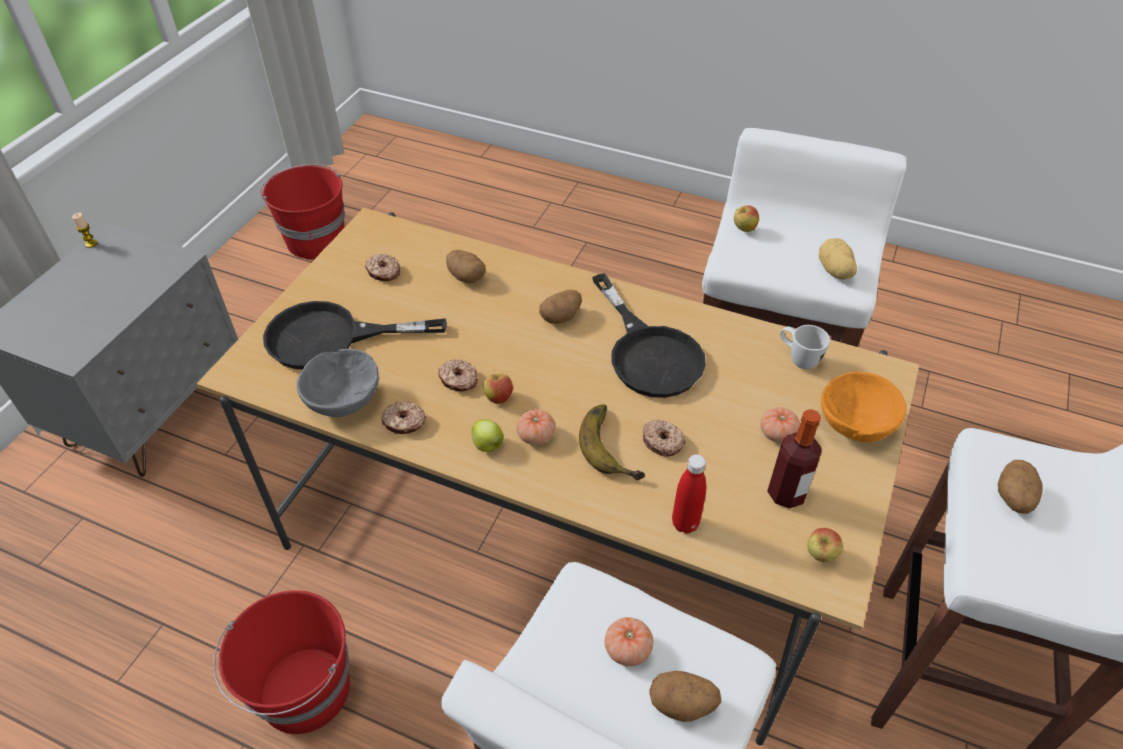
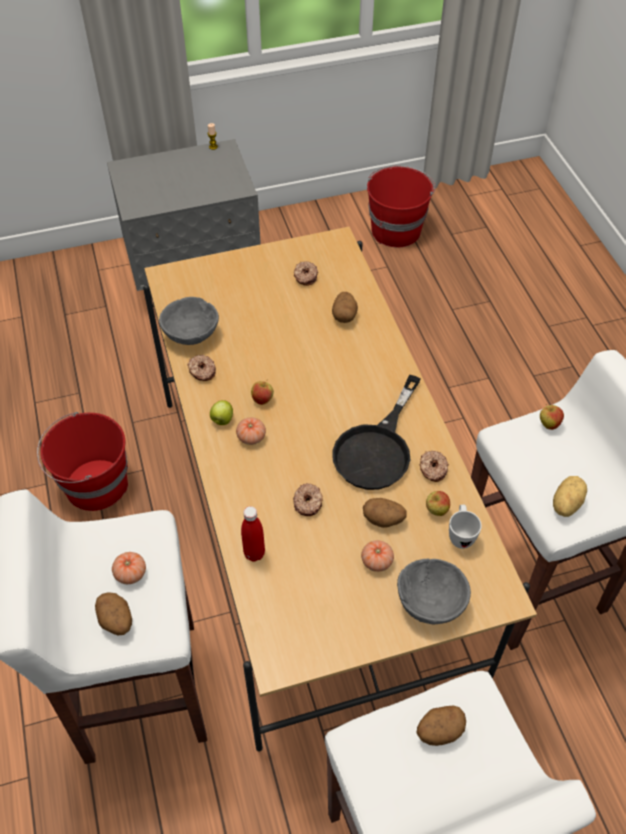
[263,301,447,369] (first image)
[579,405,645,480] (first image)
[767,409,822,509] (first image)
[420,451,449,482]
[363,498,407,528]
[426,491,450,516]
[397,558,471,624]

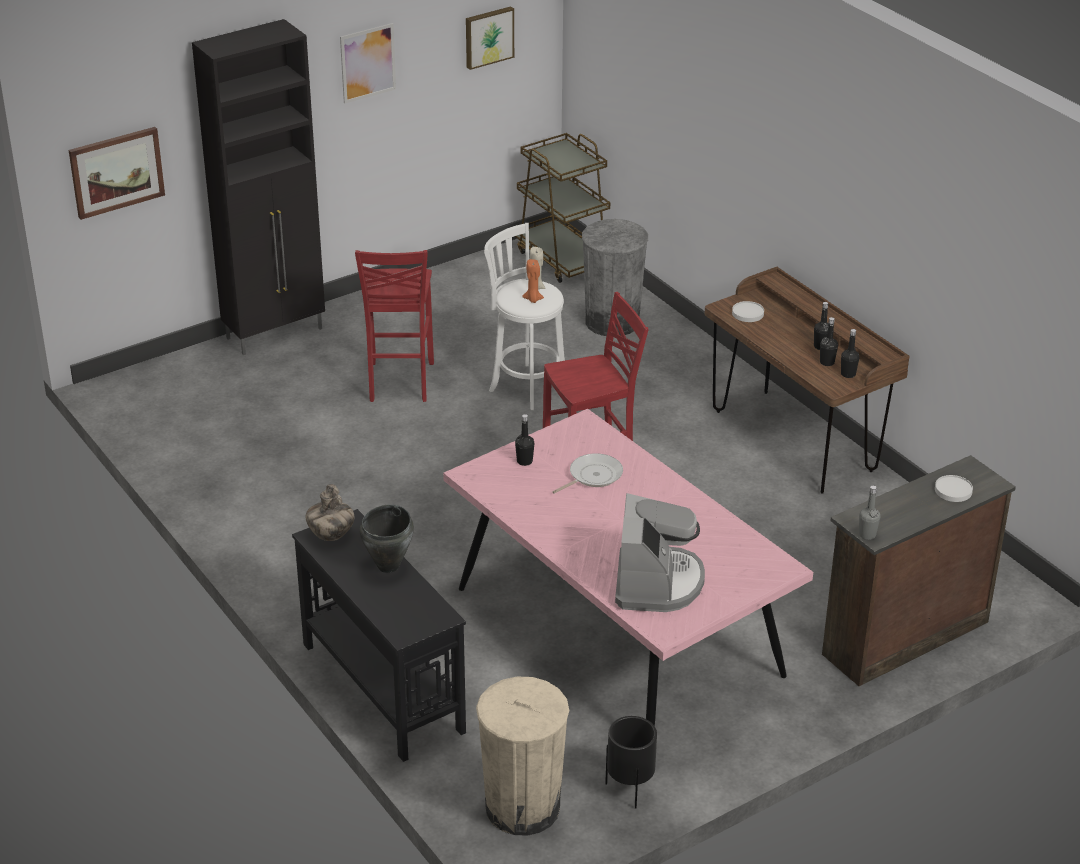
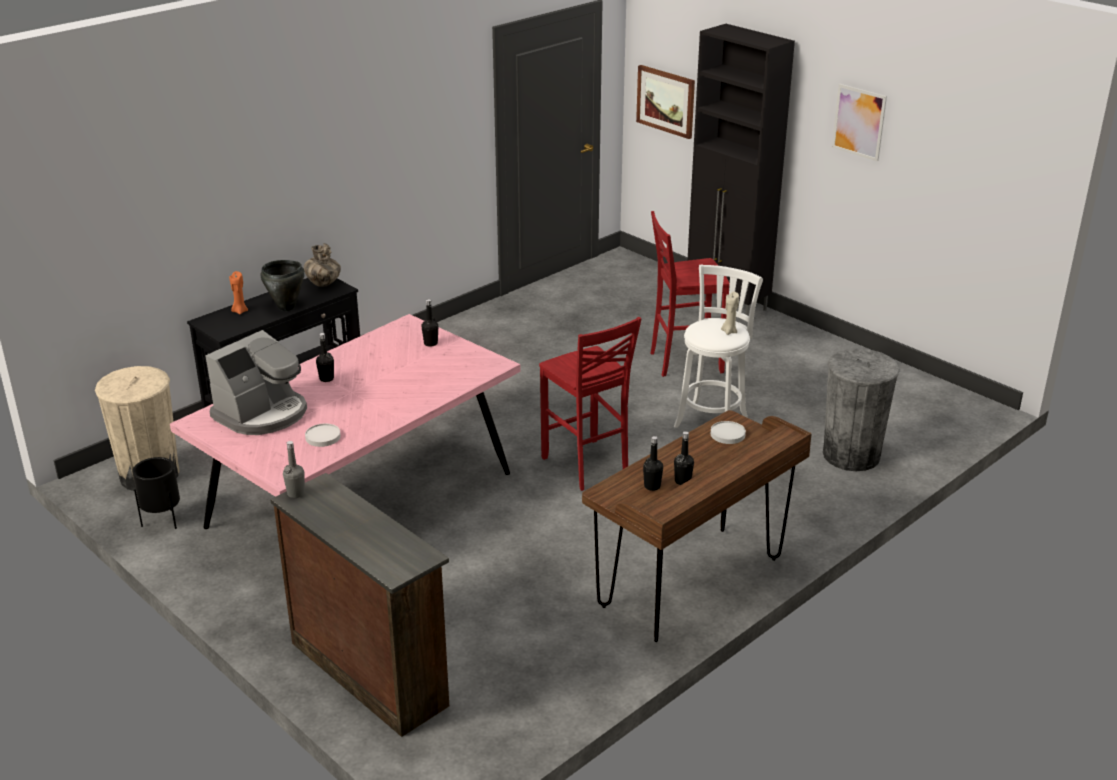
[466,6,514,70] (first image)
[515,133,610,283] (first image)
[552,453,623,494] (first image)
[229,271,248,314]
[316,333,334,382]
[305,424,341,447]
[205,330,307,435]

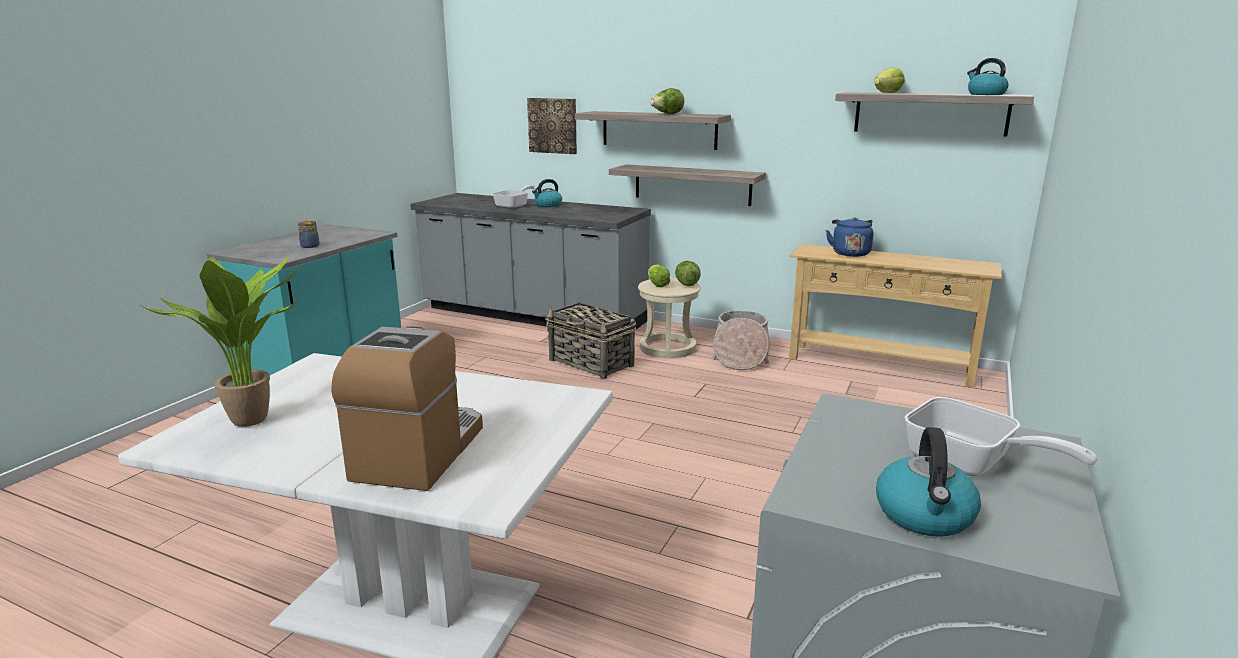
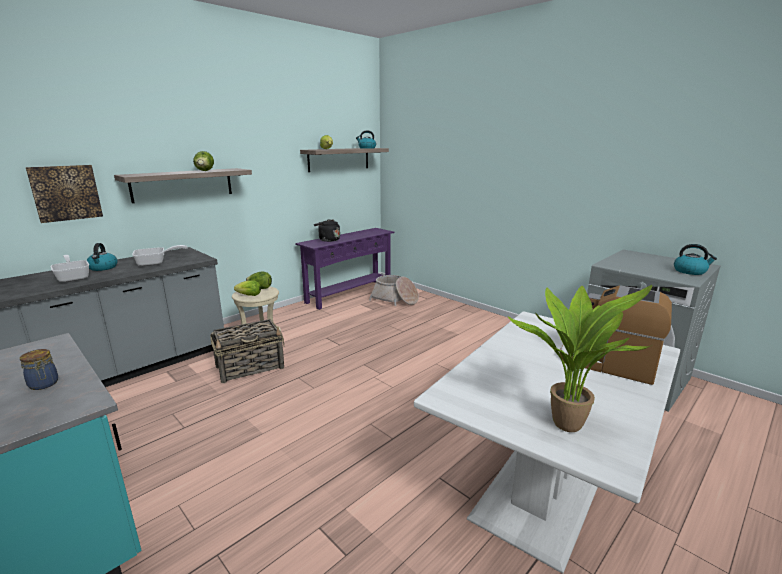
[609,165,766,206] (first image)
[369,275,419,306]
[132,245,187,266]
[295,228,395,310]
[314,219,340,242]

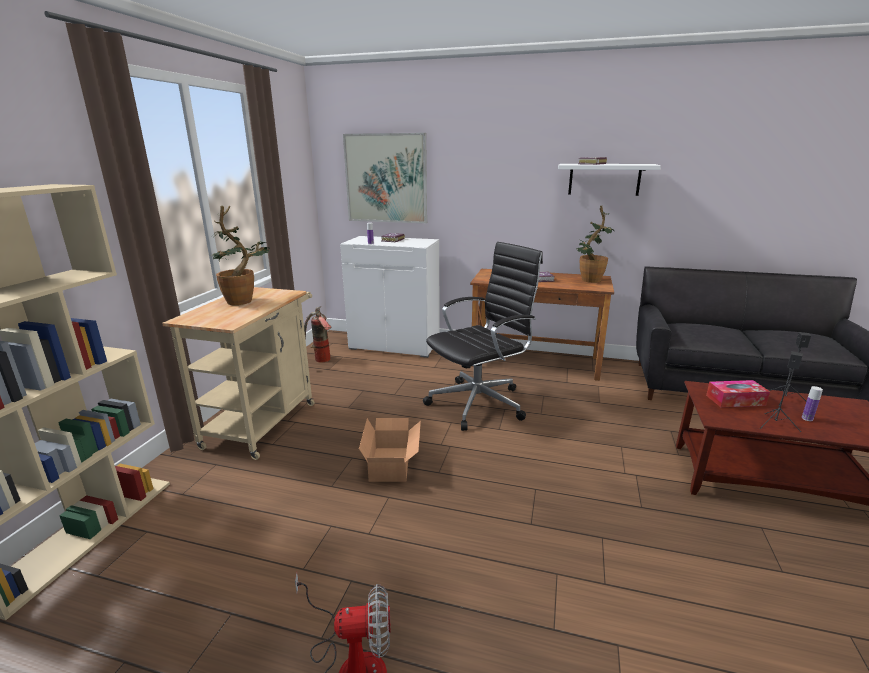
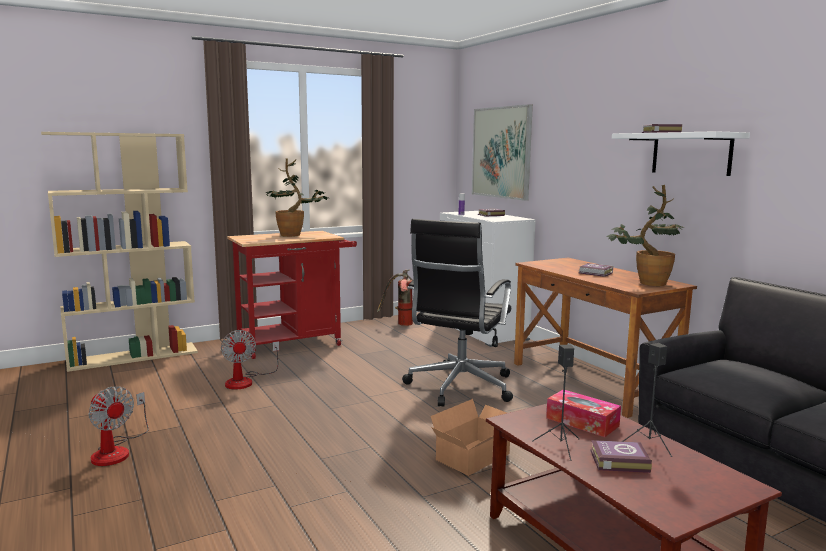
[221,330,279,390]
[431,399,510,476]
[590,440,652,473]
[227,231,357,359]
[402,219,513,407]

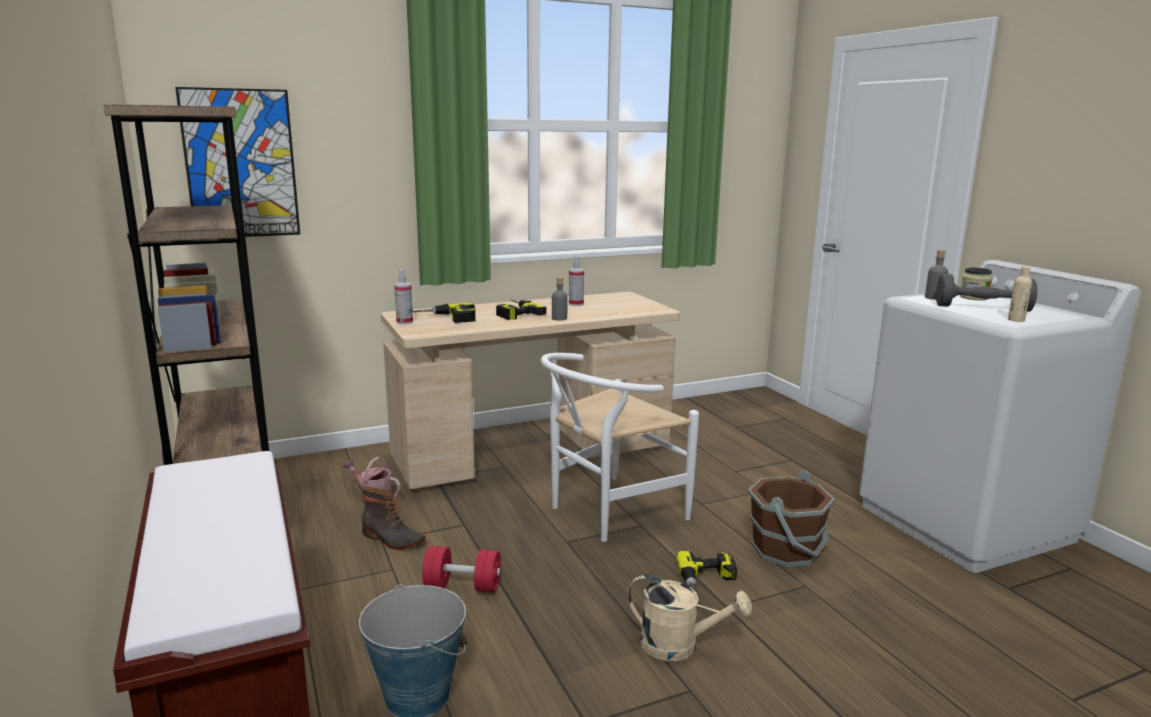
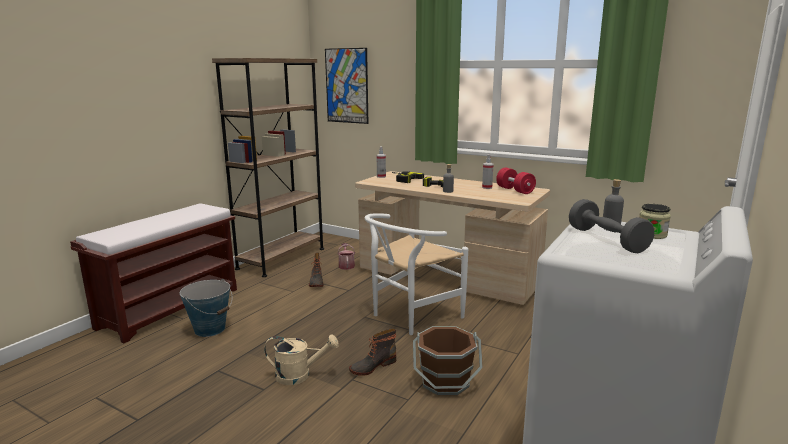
[1008,266,1032,322] (first image)
[496,168,536,194]
[349,328,396,376]
[365,213,468,335]
[264,334,339,385]

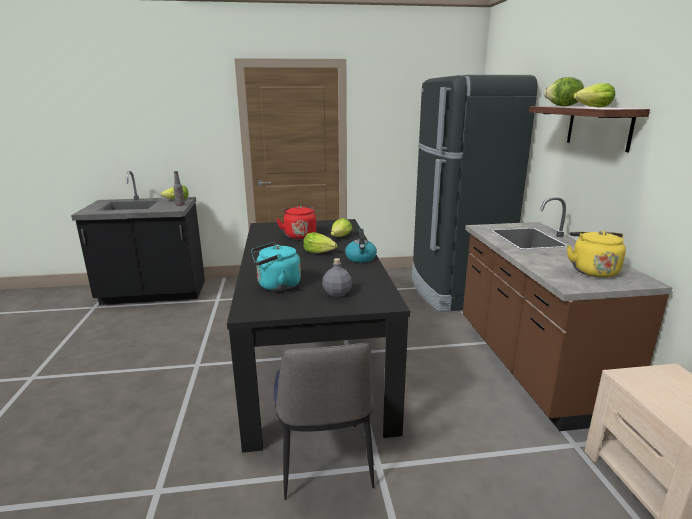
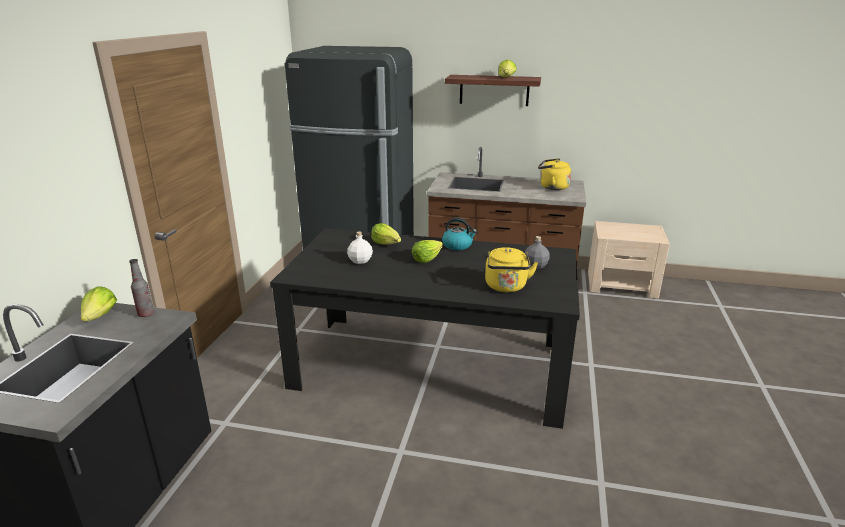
[274,343,374,500] (first image)
[544,77,584,106] (first image)
[347,231,373,264]
[485,247,538,292]

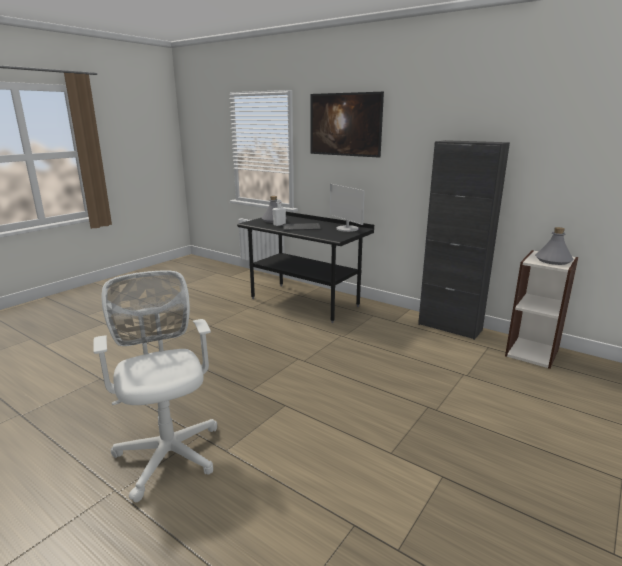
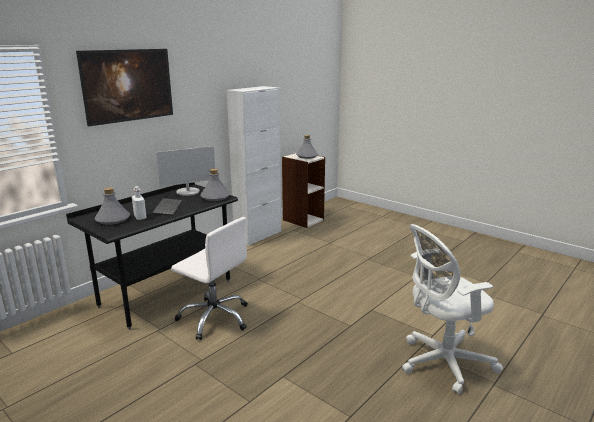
[171,217,248,340]
[200,169,230,201]
[227,86,281,246]

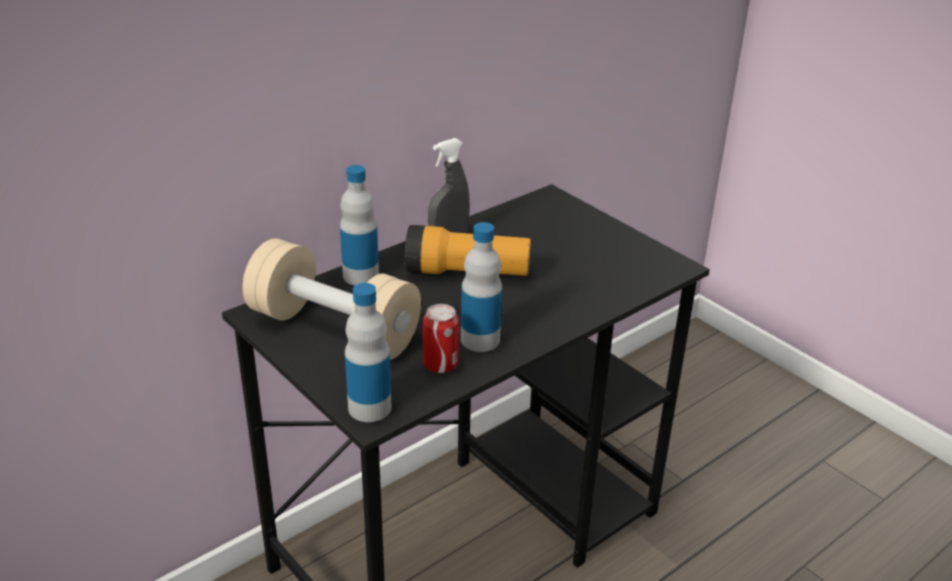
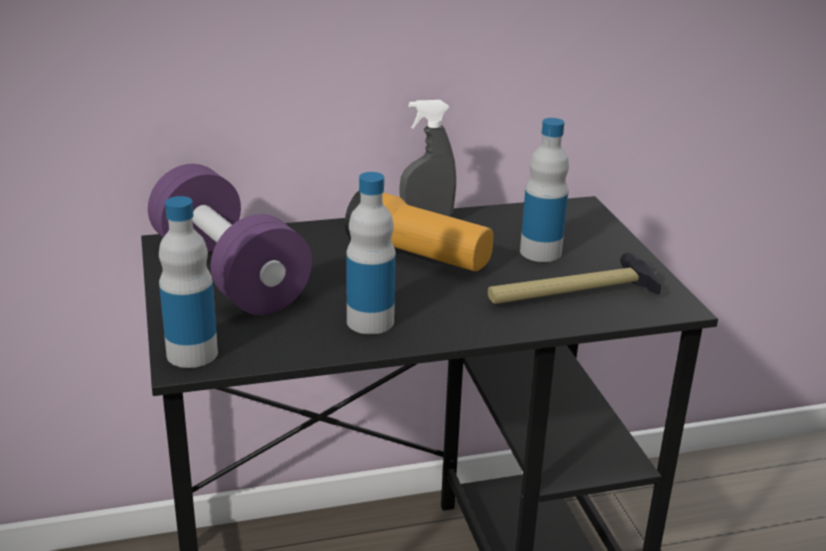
[423,304,459,373] (first image)
[487,252,662,304]
[520,118,569,262]
[148,164,312,315]

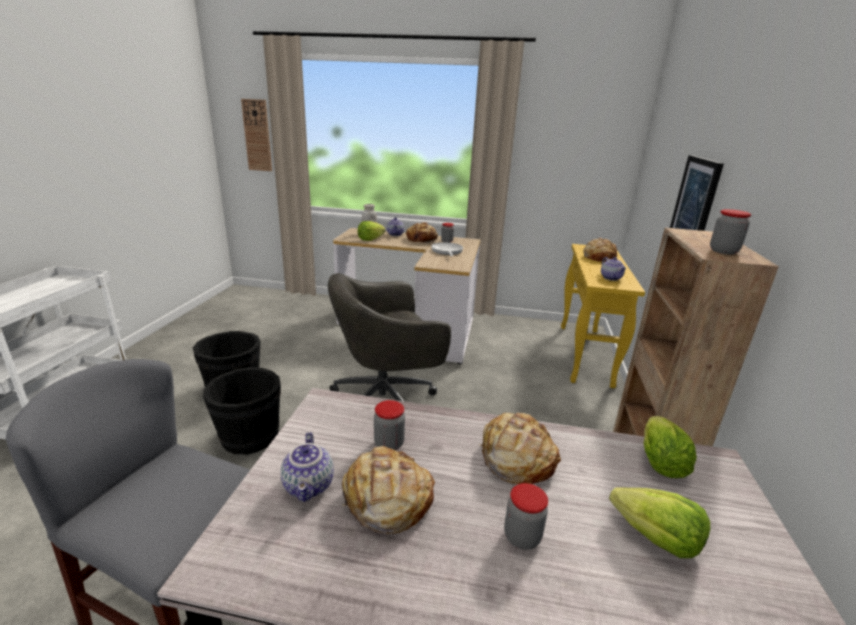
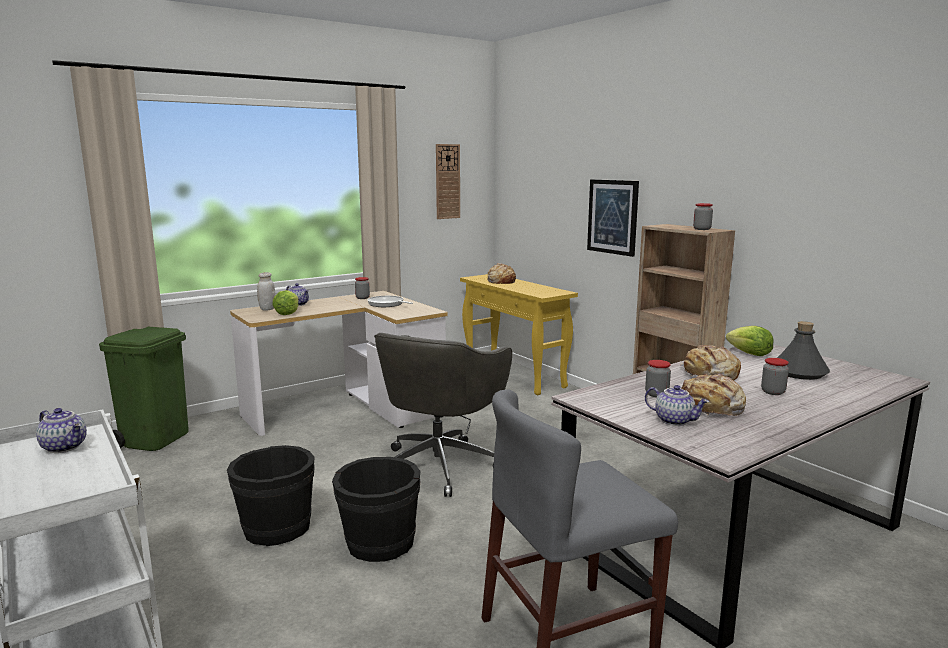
[406,222,438,243] (first image)
[99,327,189,451]
[436,144,460,219]
[36,408,87,453]
[777,321,830,380]

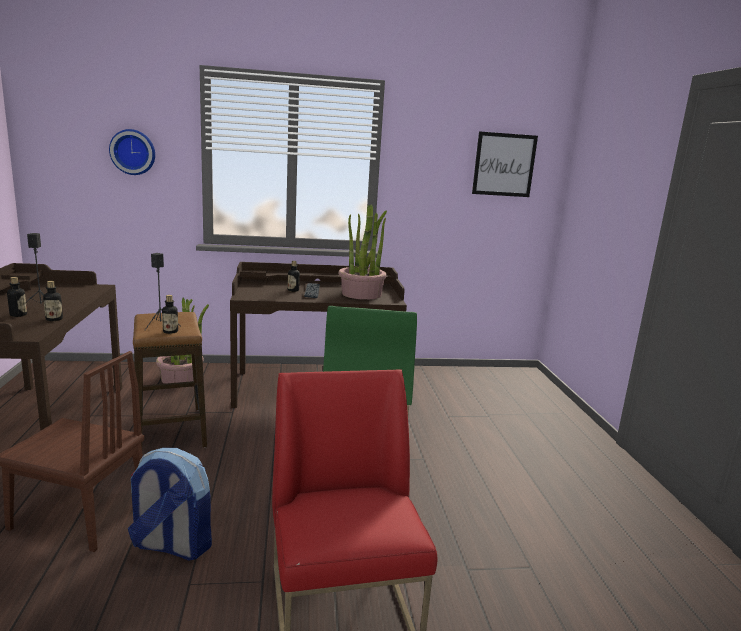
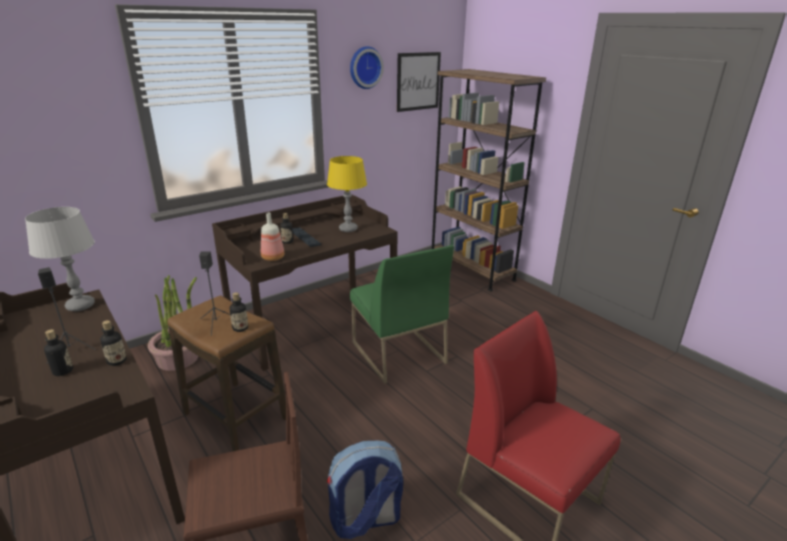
[25,207,95,311]
[261,213,285,261]
[432,69,546,291]
[350,46,384,89]
[327,156,367,232]

